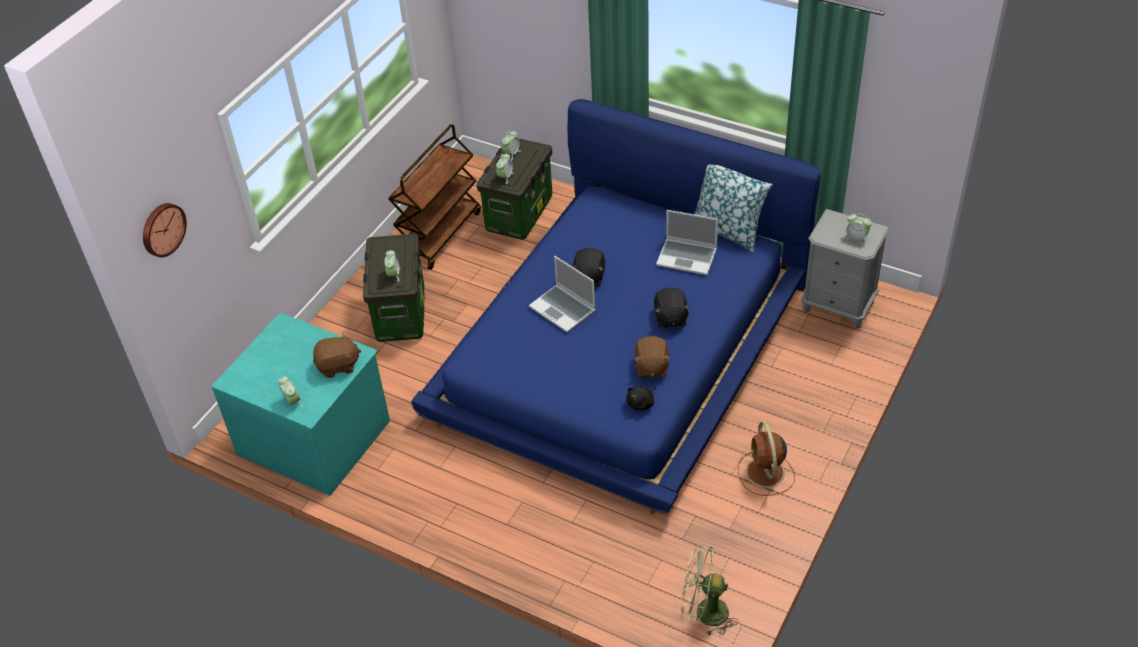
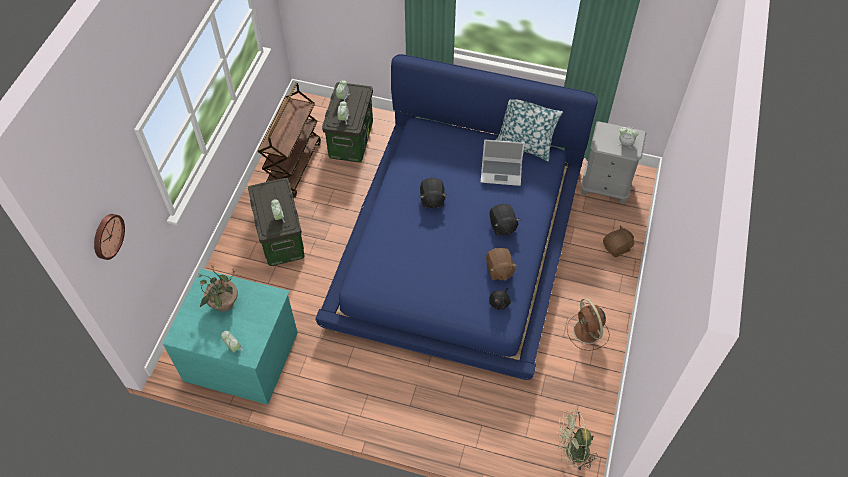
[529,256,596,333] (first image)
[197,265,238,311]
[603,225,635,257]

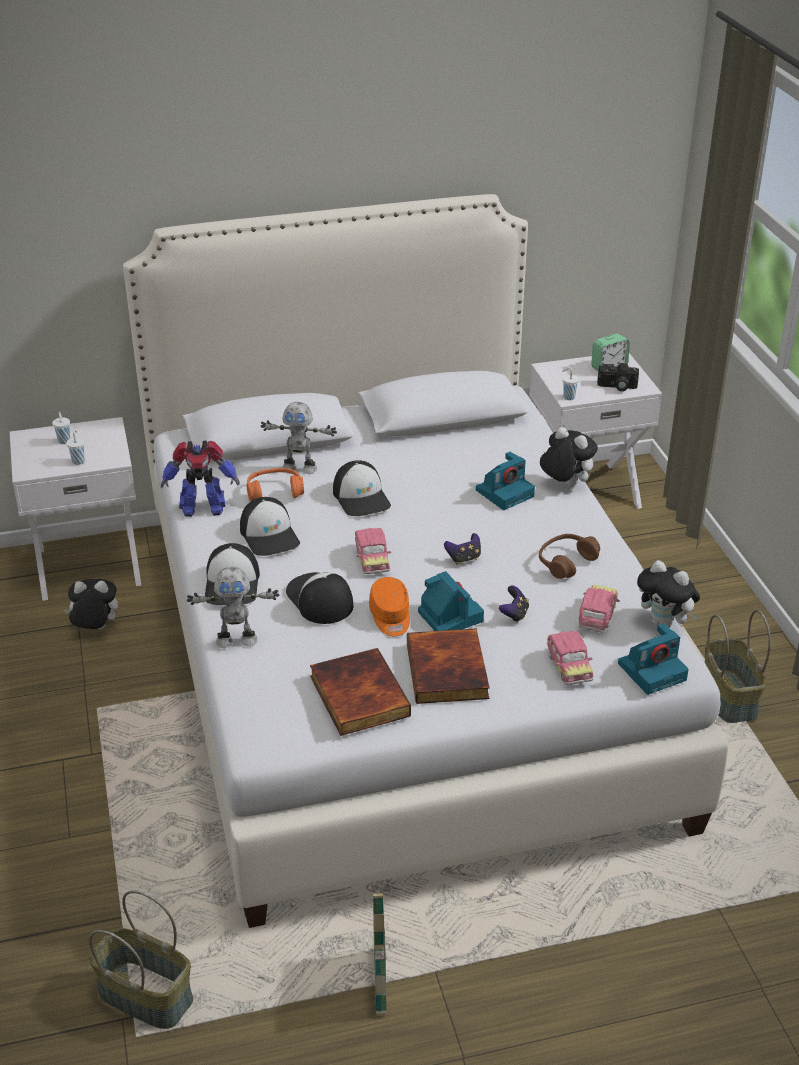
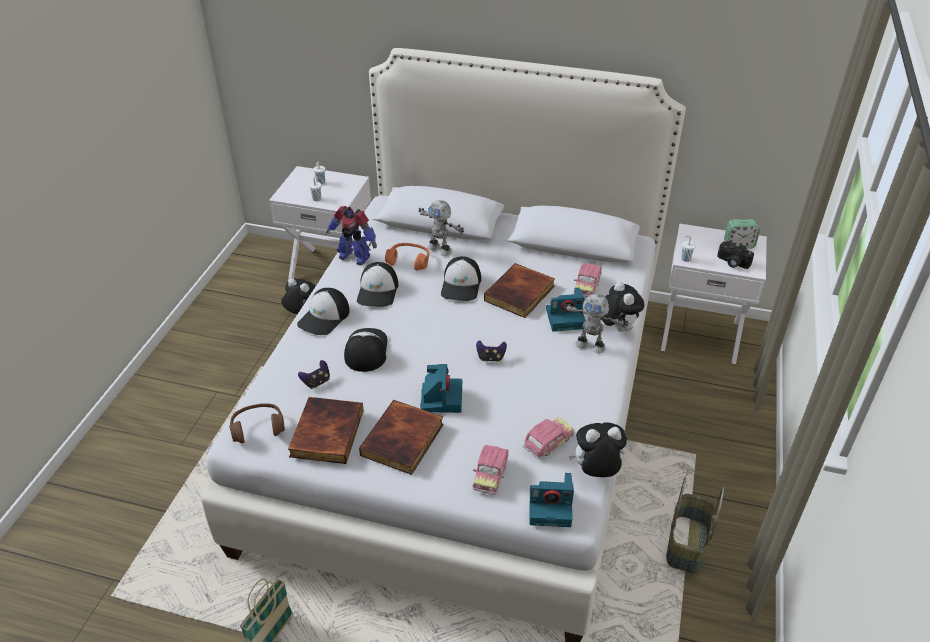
[89,890,193,1029] (first image)
[369,577,410,636] (first image)
[484,263,555,318]
[563,293,628,354]
[574,263,602,297]
[298,360,330,389]
[229,403,285,443]
[568,422,627,477]

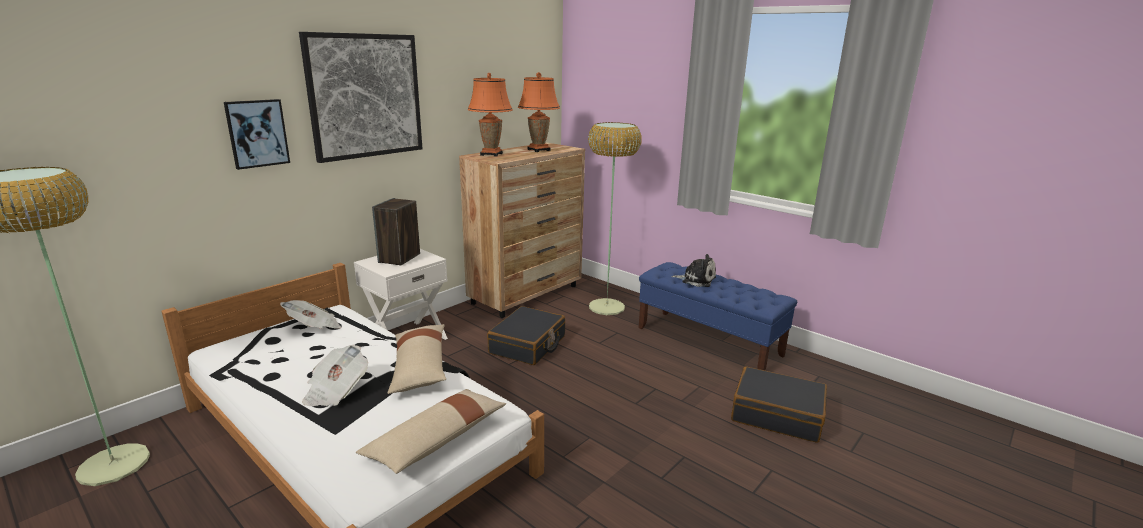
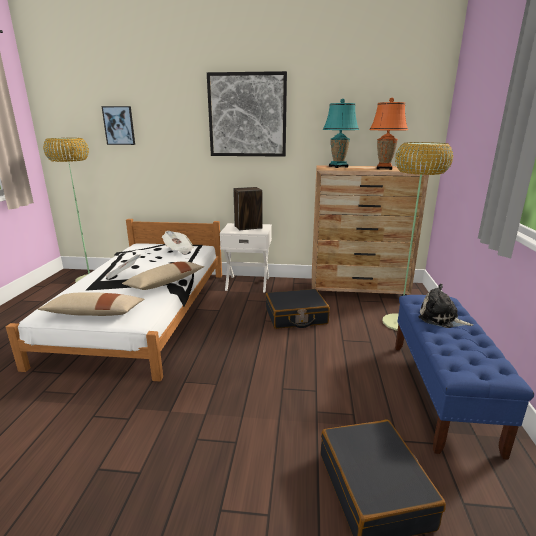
[102,106,135,145]
[323,99,359,168]
[418,284,473,328]

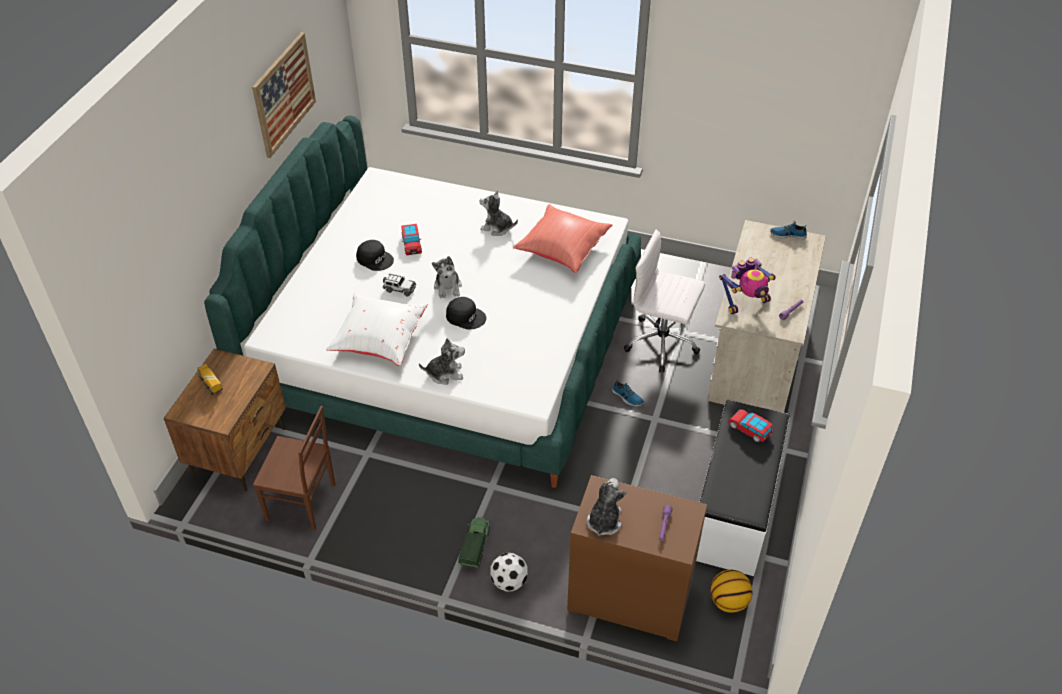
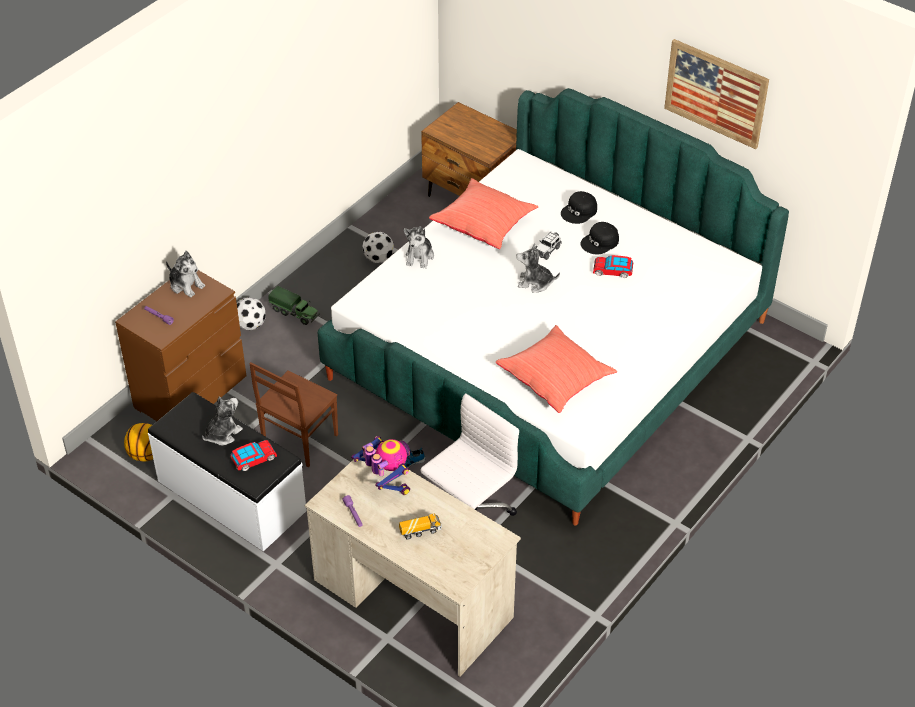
[770,221,807,240] (first image)
[362,232,394,263]
[399,514,442,540]
[249,362,338,467]
[561,191,597,224]
[202,396,243,445]
[429,178,538,249]
[351,436,410,495]

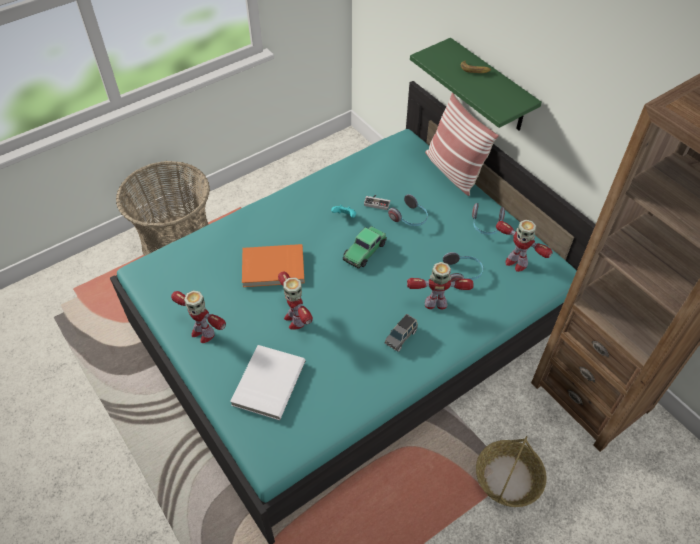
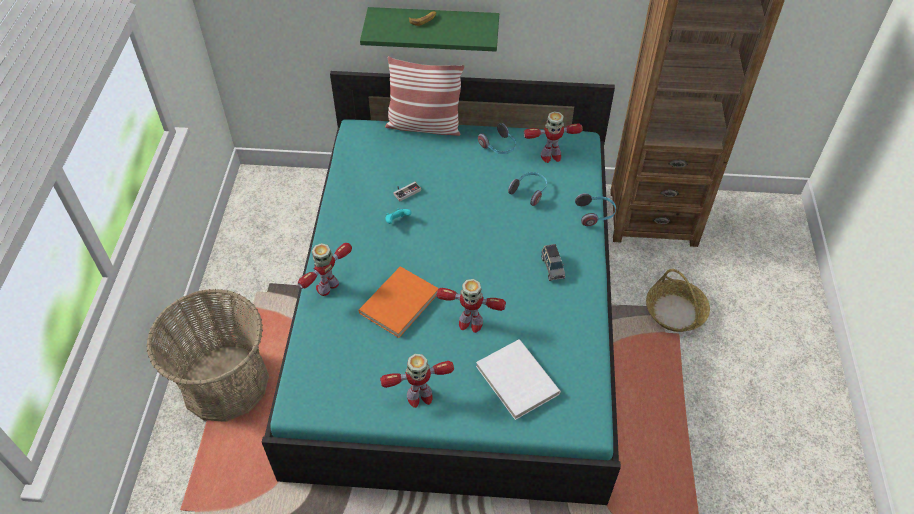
[343,226,387,269] (first image)
[575,193,616,226]
[298,243,352,296]

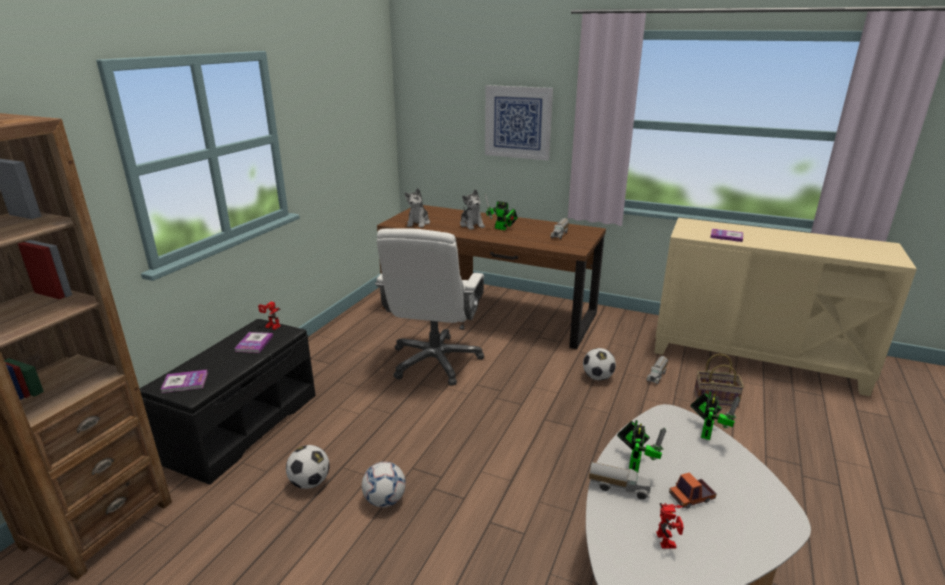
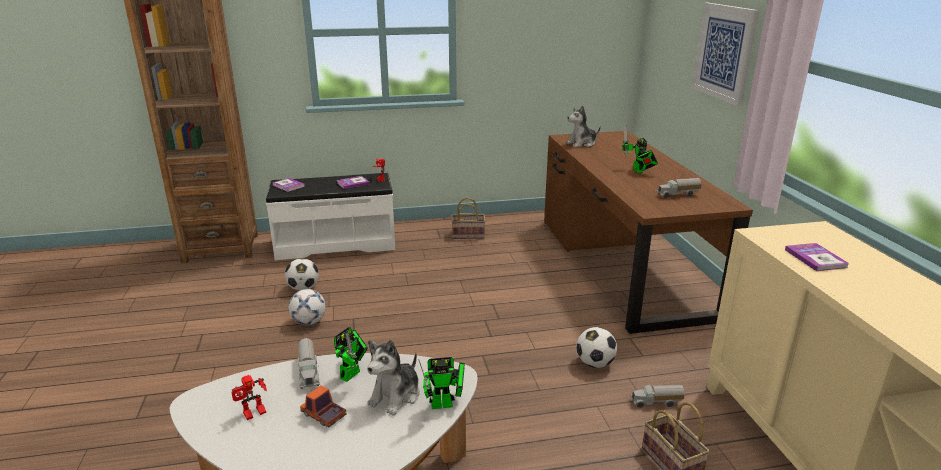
[375,228,484,386] (first image)
[451,198,485,239]
[367,339,420,416]
[266,173,395,260]
[334,327,368,382]

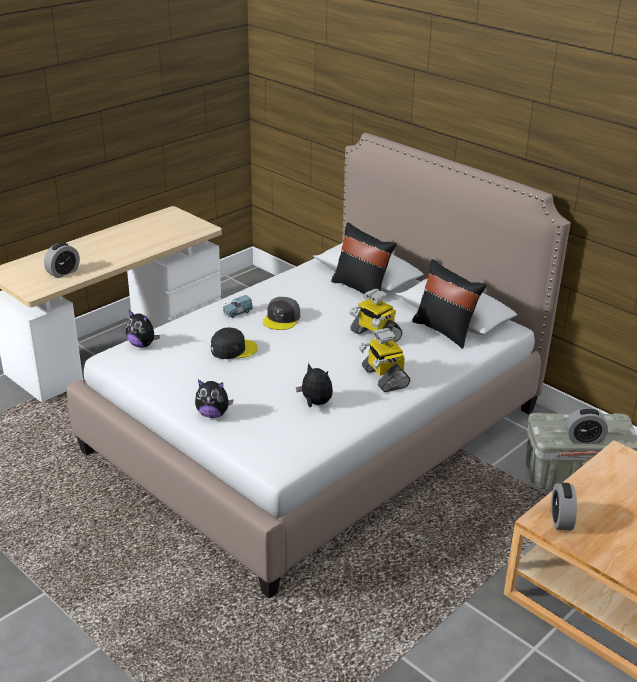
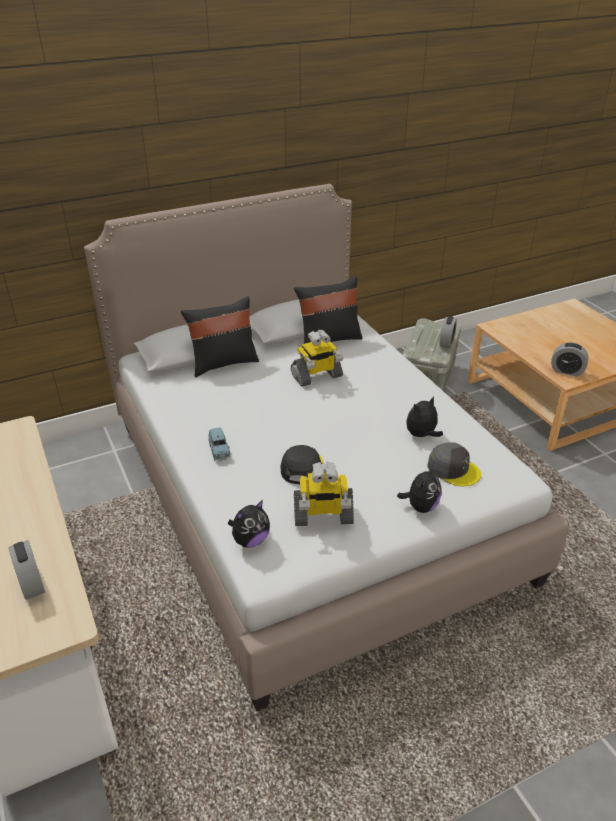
[427,442,481,486]
[294,462,354,526]

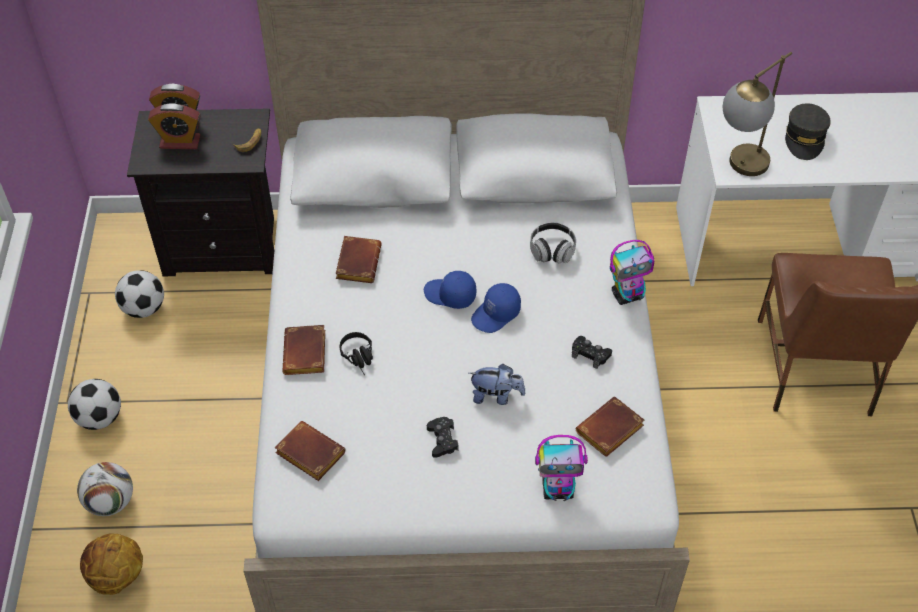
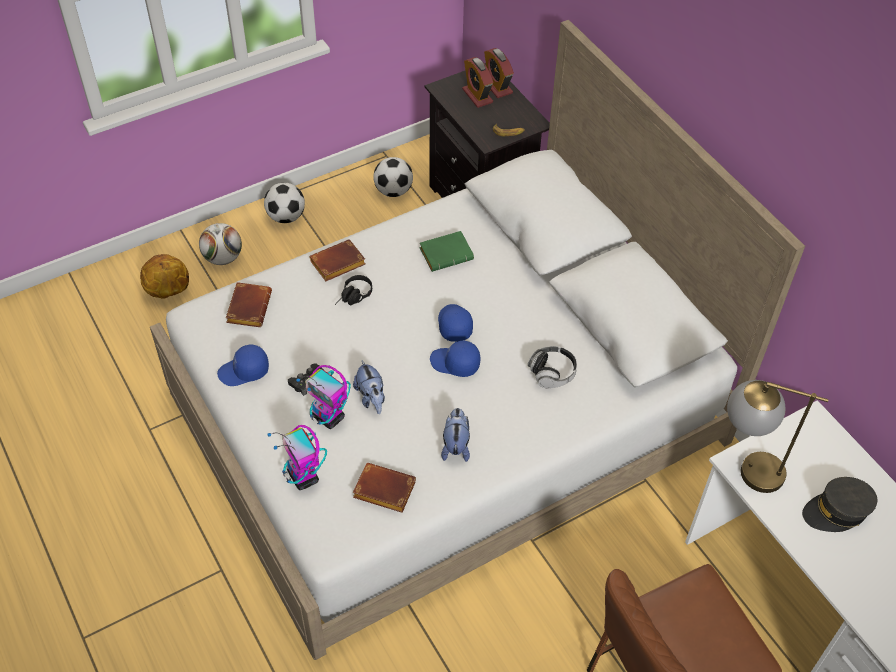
[217,344,269,386]
[296,365,351,429]
[441,408,470,462]
[420,231,474,272]

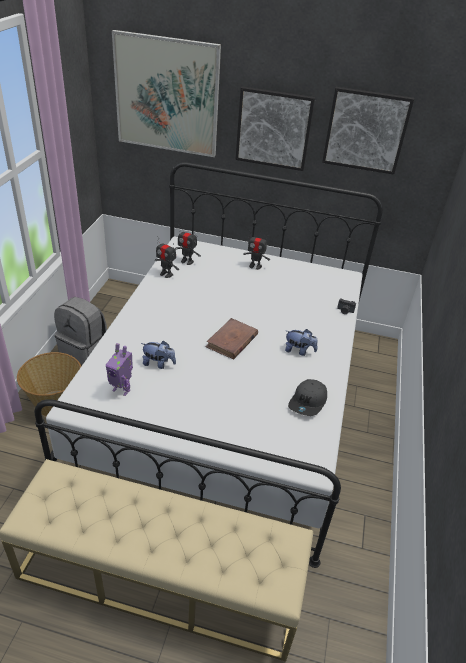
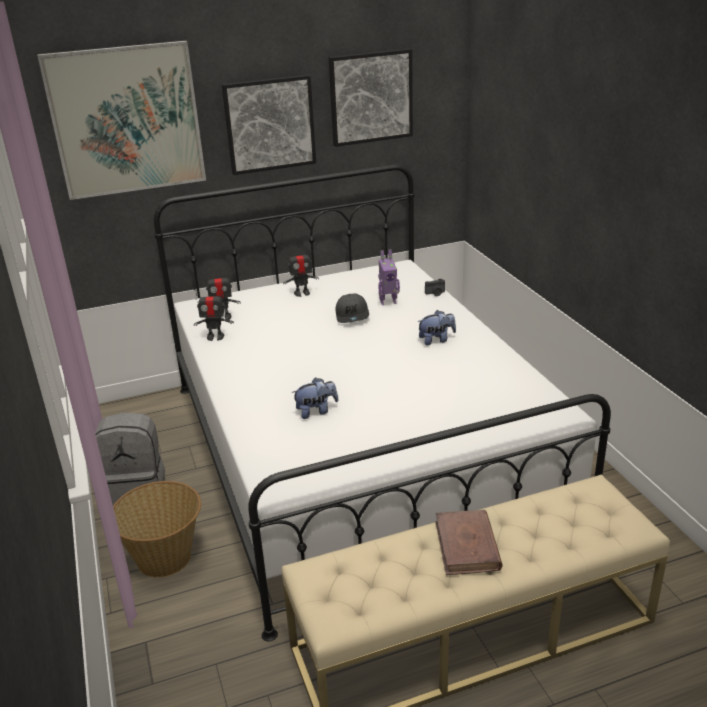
[378,250,400,305]
[436,510,503,575]
[335,294,369,323]

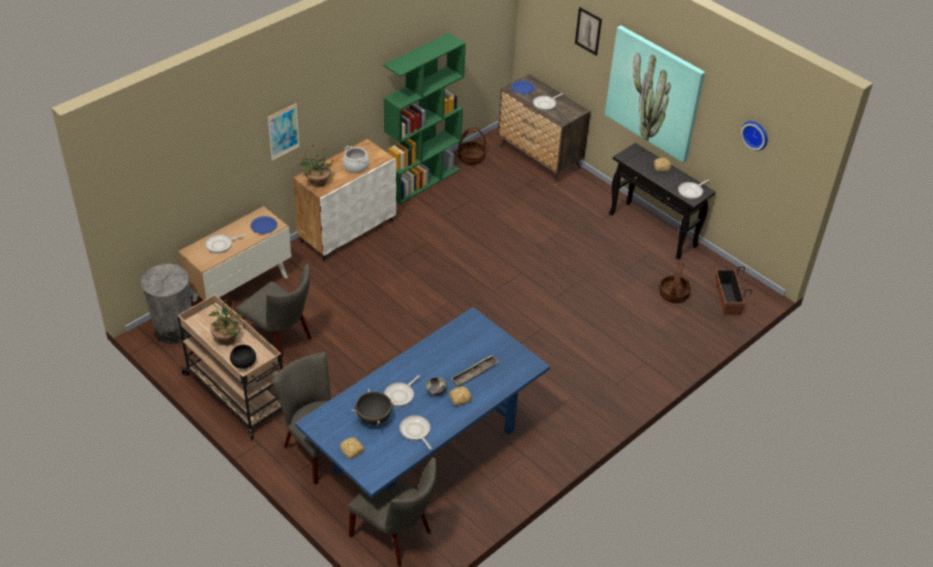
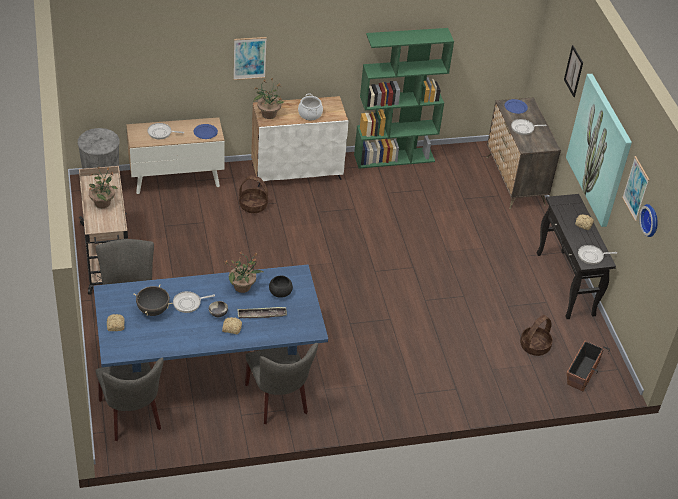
[399,415,432,450] (first image)
[224,252,264,293]
[622,156,649,221]
[269,276,293,298]
[245,343,318,424]
[239,175,268,213]

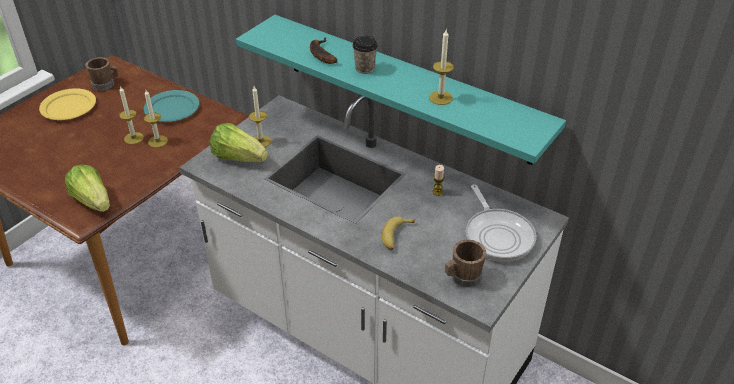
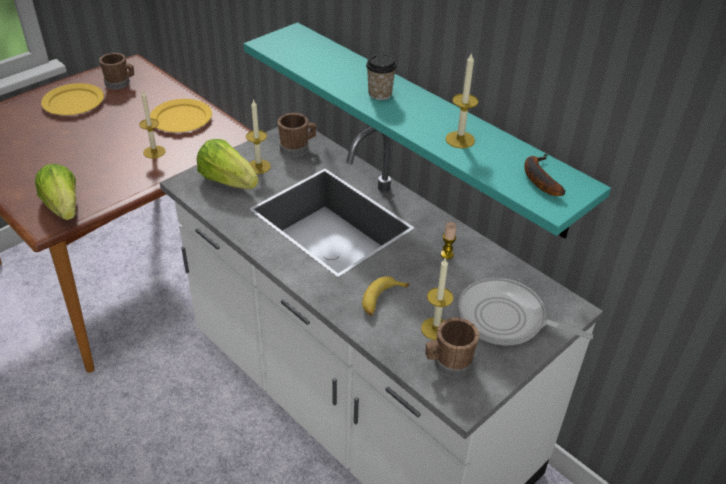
[278,113,316,157]
[421,258,453,340]
[524,154,565,196]
[150,99,212,132]
[459,278,593,345]

